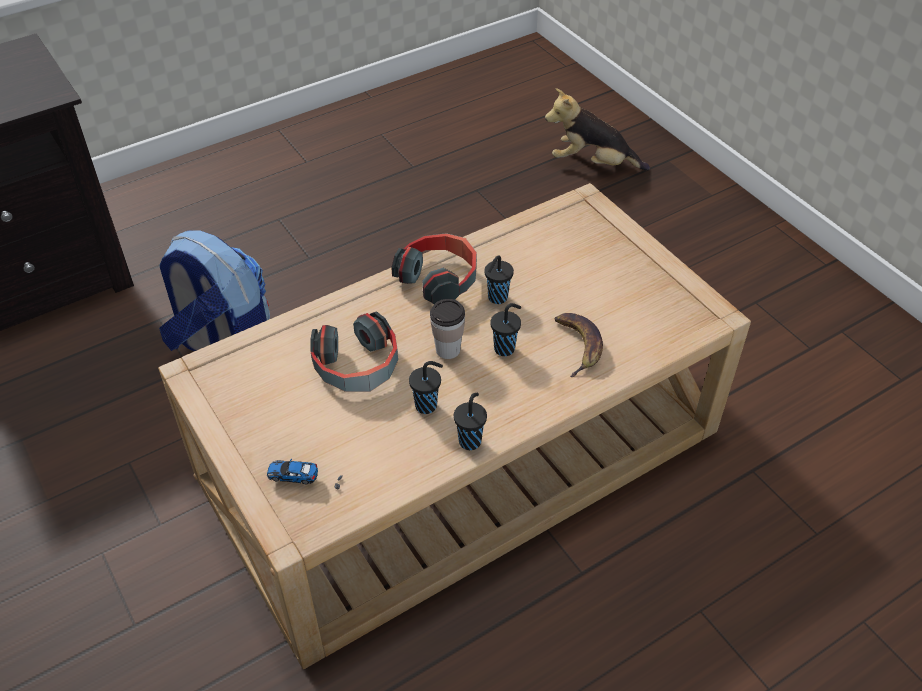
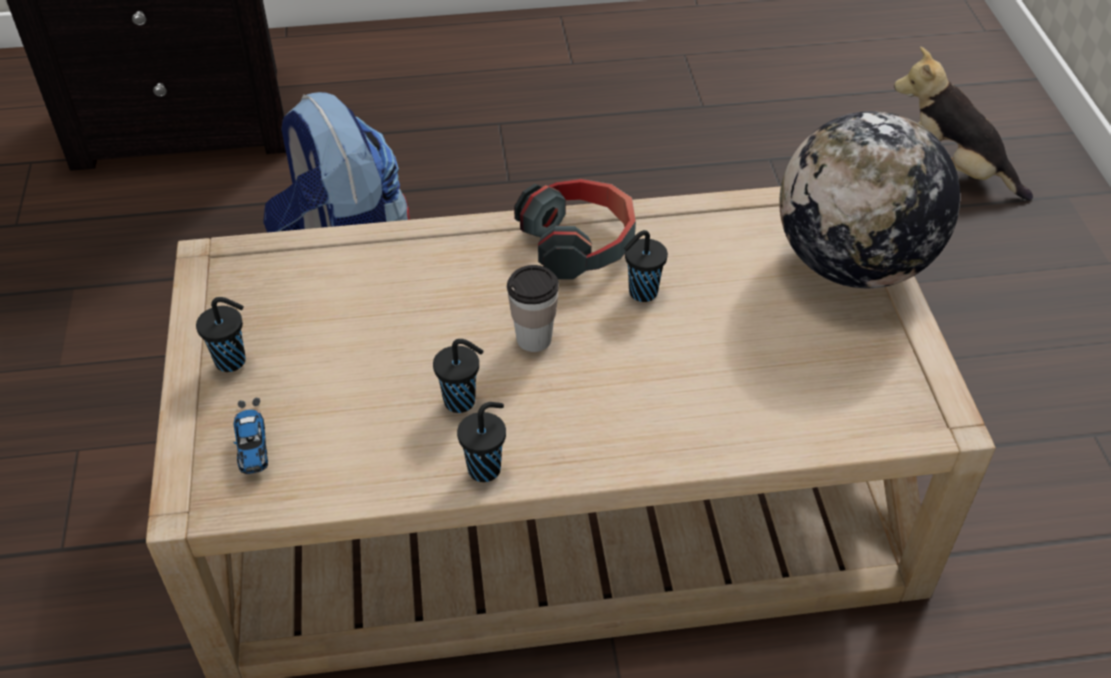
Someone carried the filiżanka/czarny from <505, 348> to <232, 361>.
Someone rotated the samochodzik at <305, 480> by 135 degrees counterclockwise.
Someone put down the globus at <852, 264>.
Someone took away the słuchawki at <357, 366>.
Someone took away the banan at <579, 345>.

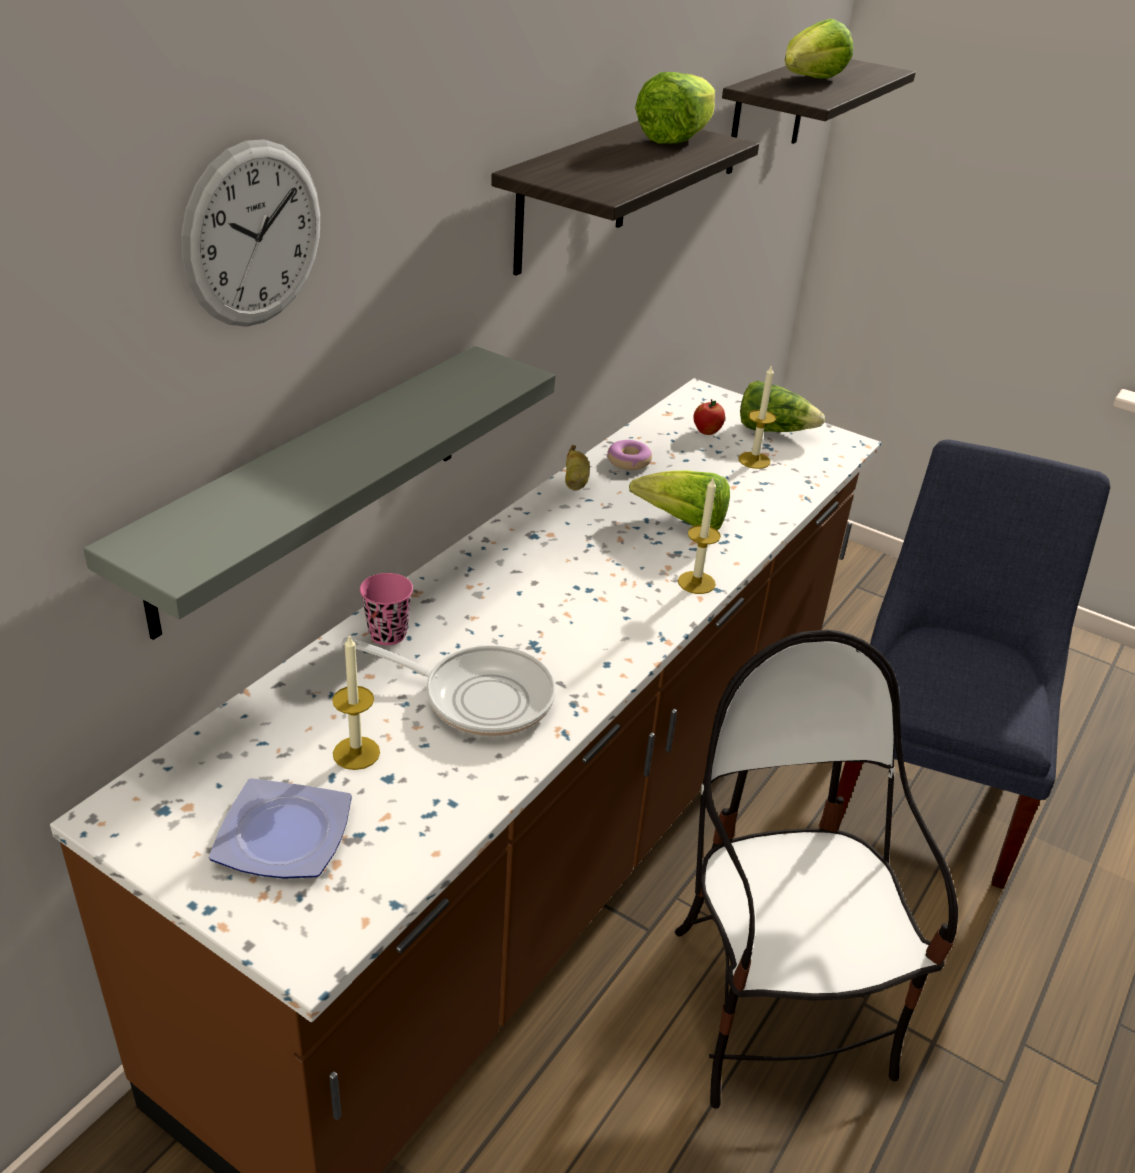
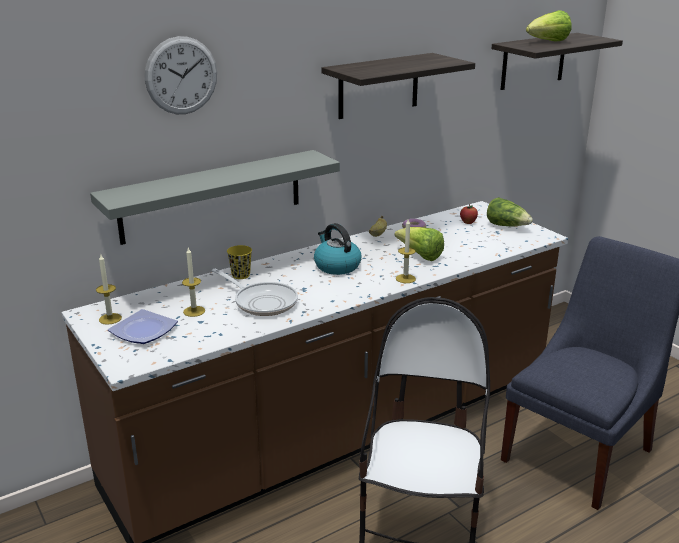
Someone carried the świeca from <754, 460> to <110, 319>.
Someone repainted the filiżanka/różowy at <388, 634>, which became the filiżanka/żółty at <241, 275>.
Someone put down the czajnik at <336, 266>.
Someone took away the sałata at <676, 138>.

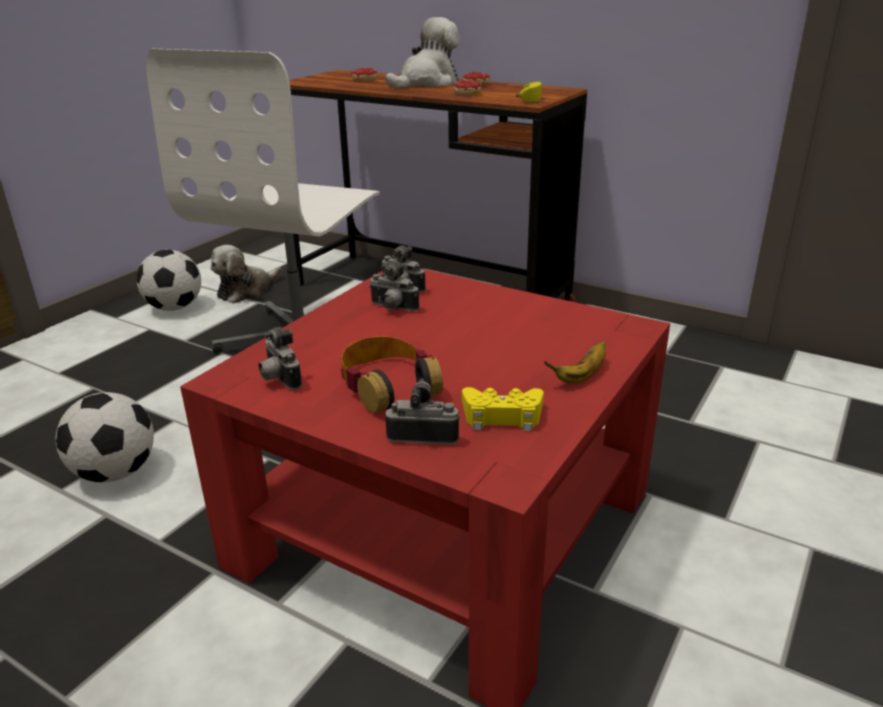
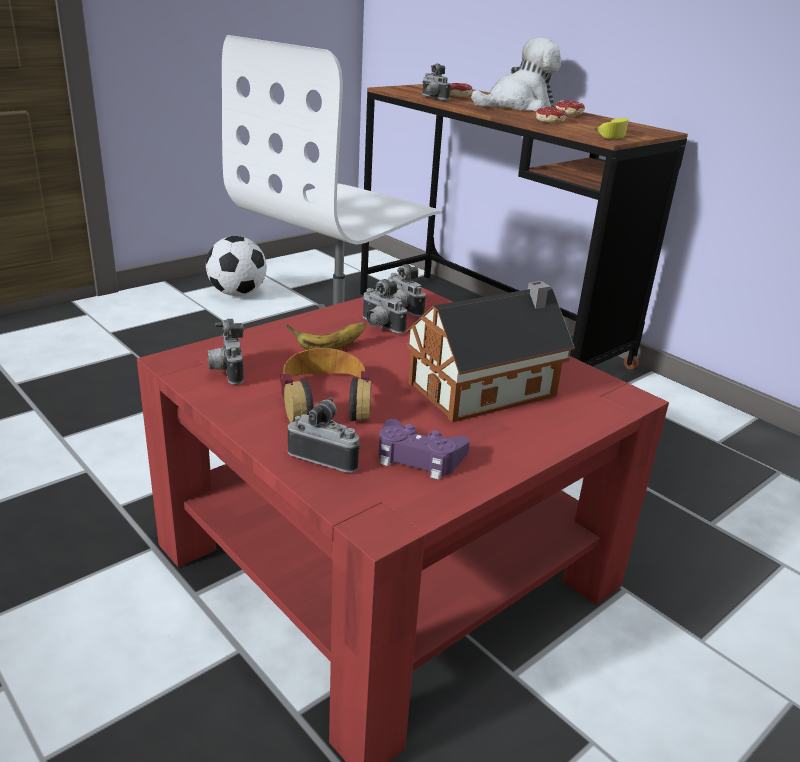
Someone carried the banan from <581, 376> to <330, 348>.
Someone repainted the pad do gier/żółty at <502, 416>, which became the pad do gier/fioletowy at <418, 457>.
Someone put down the domek at <488, 389>.
Someone put down the aparat fotograficzny at <432, 98>.
Someone took away the piłka futbolowa at <115, 473>.
Someone took away the pluszak at <246, 291>.

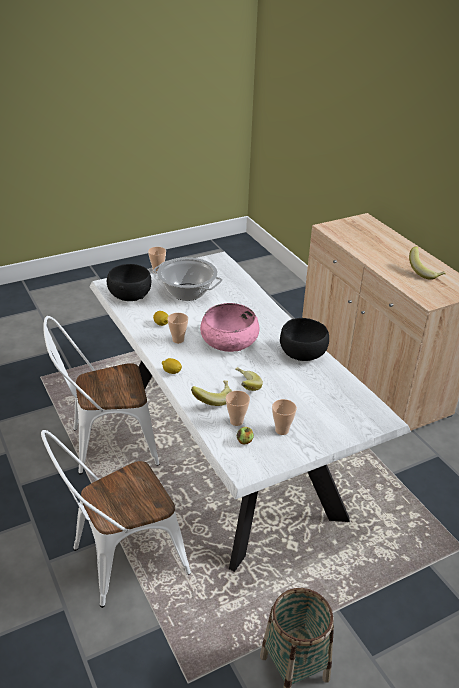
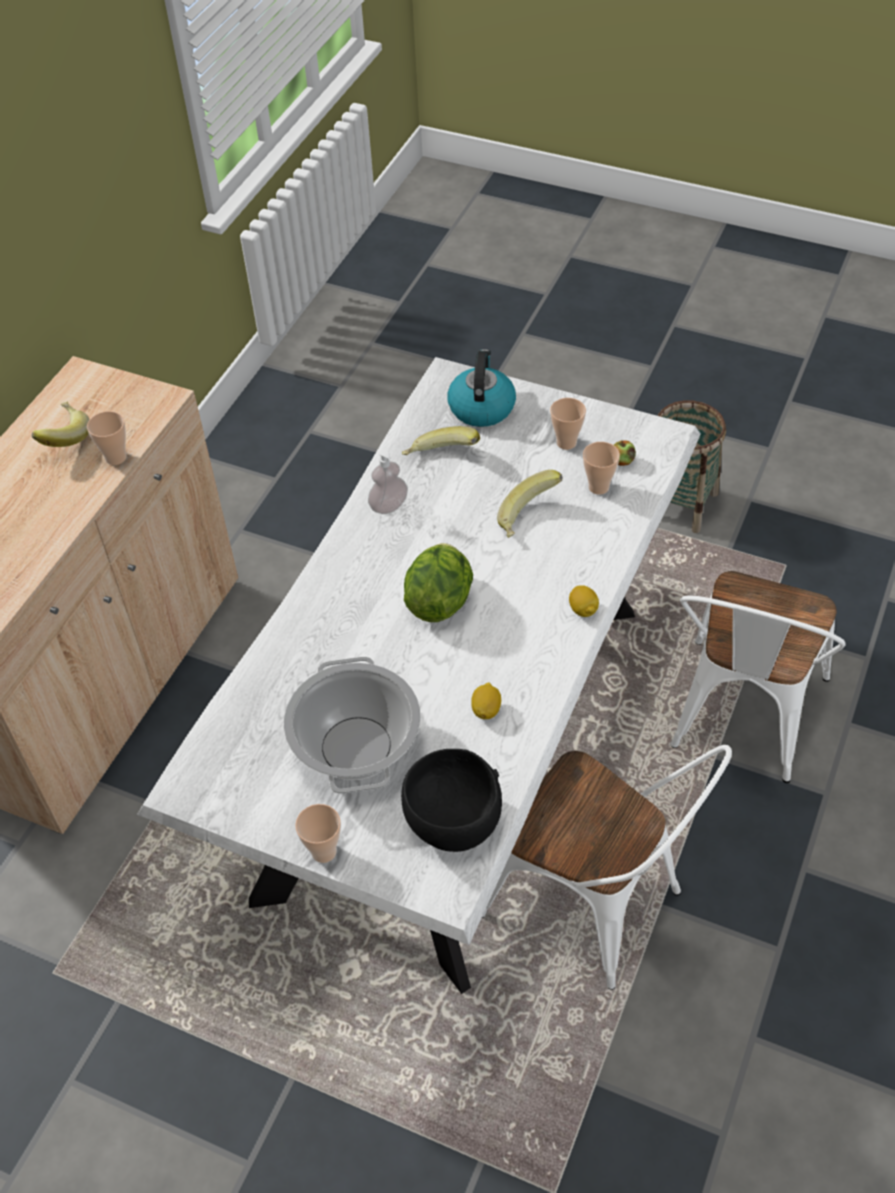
Someone carried the filiżanka from <178, 340> to <116, 458>.
Someone swapped the miska/czarny at <303, 354> for the dozownik mydła at <389, 506>.
Someone carried the banan from <212, 399> to <441, 458>.
Someone swapped the miska/różowy at <229, 340> for the sałata at <440, 600>.
Someone put down the czajnik at <481, 407>.
Someone rotated the krzesło/biały at <120, 562> by 90 degrees clockwise.

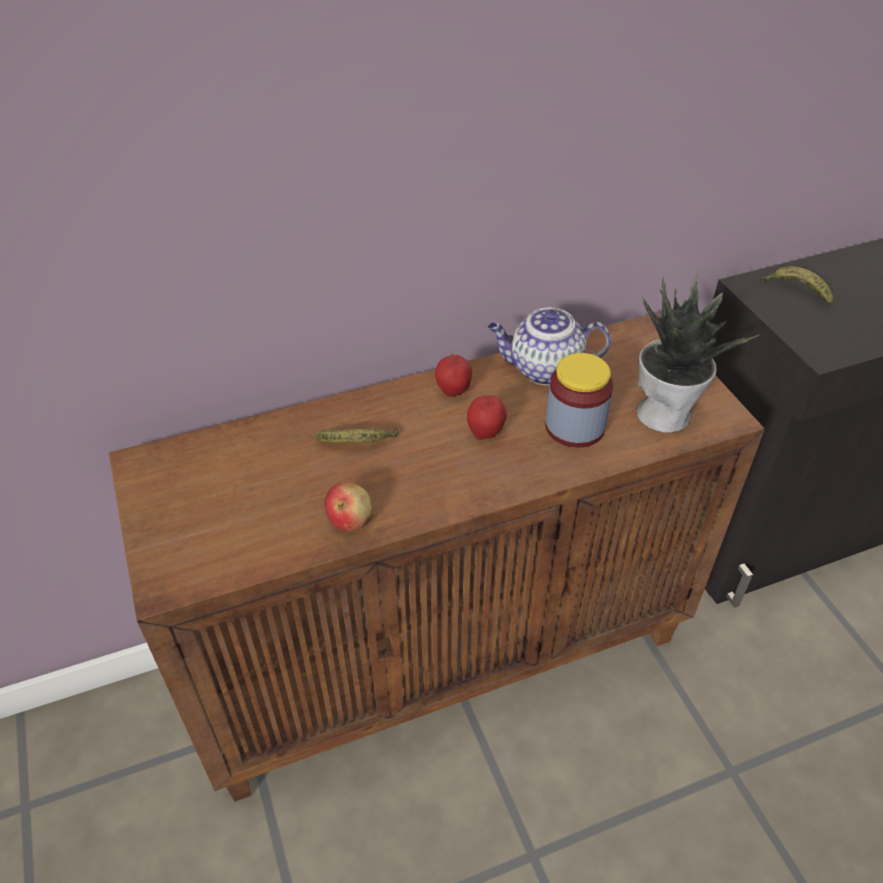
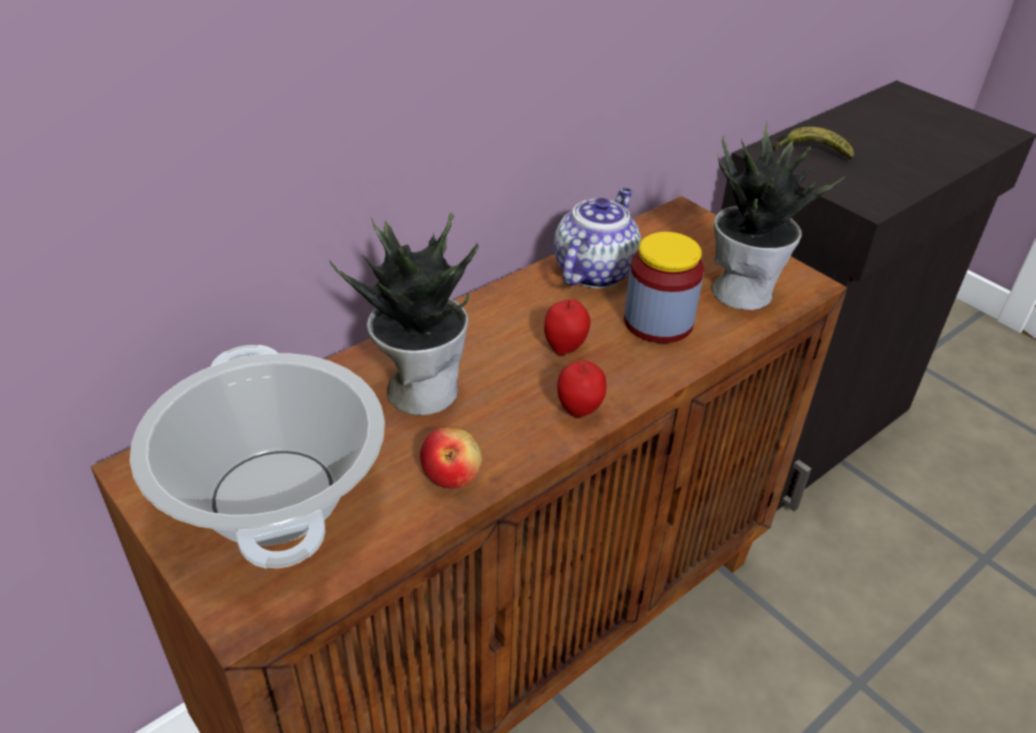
Someone put down the garnek at <275, 496>.
Someone swapped the banan at <358, 444> for the roślina doniczkowa at <421, 388>.
Someone rotated the imbryk at <543, 369> by 135 degrees clockwise.
Someone carried the jabłko from <453, 392> to <579, 411>.

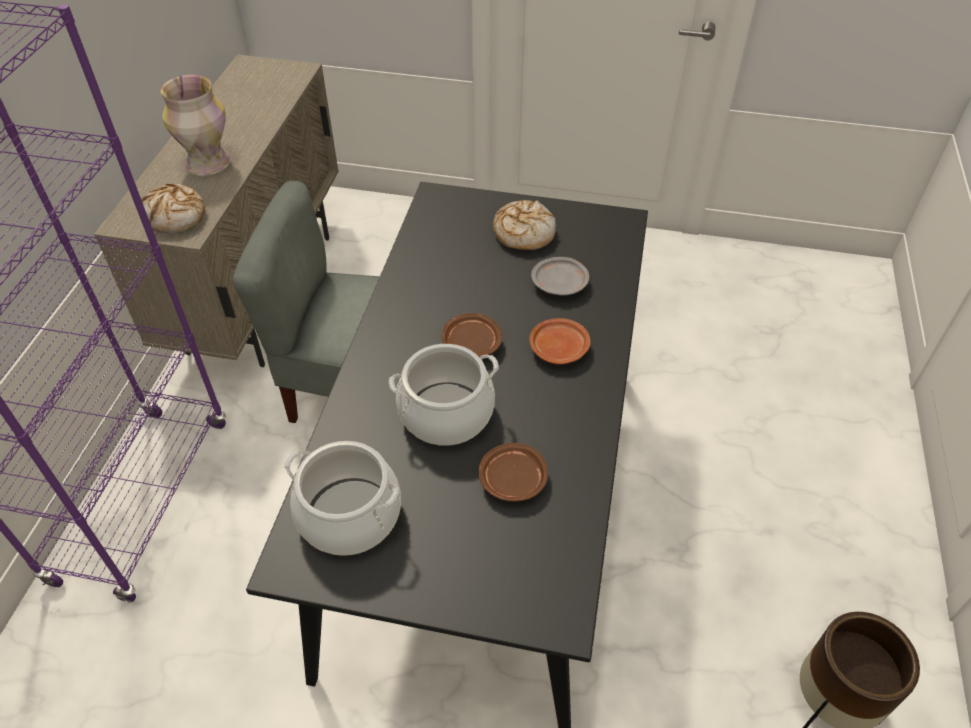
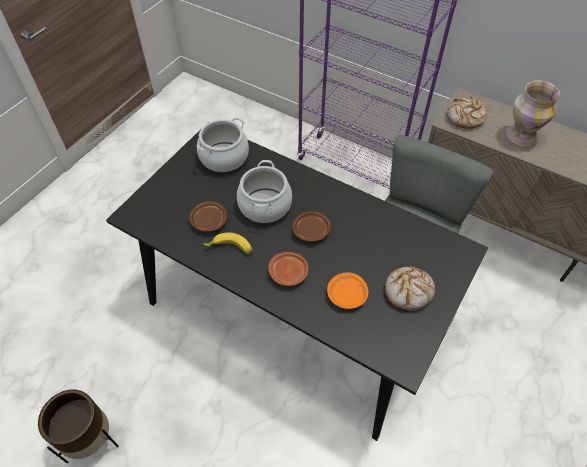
Someone put down the banan at <230, 249>.
Someone repainted the talerz/szary at <560, 284>, which became the talerz/pomarańczowy at <347, 295>.

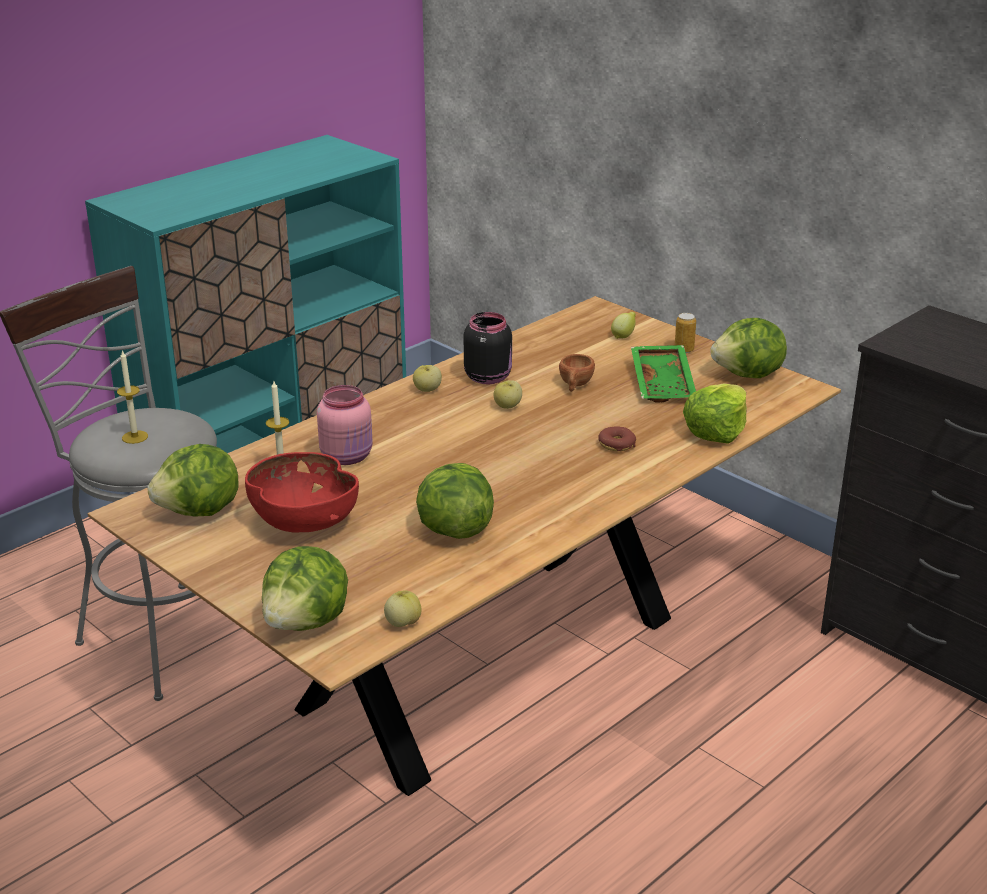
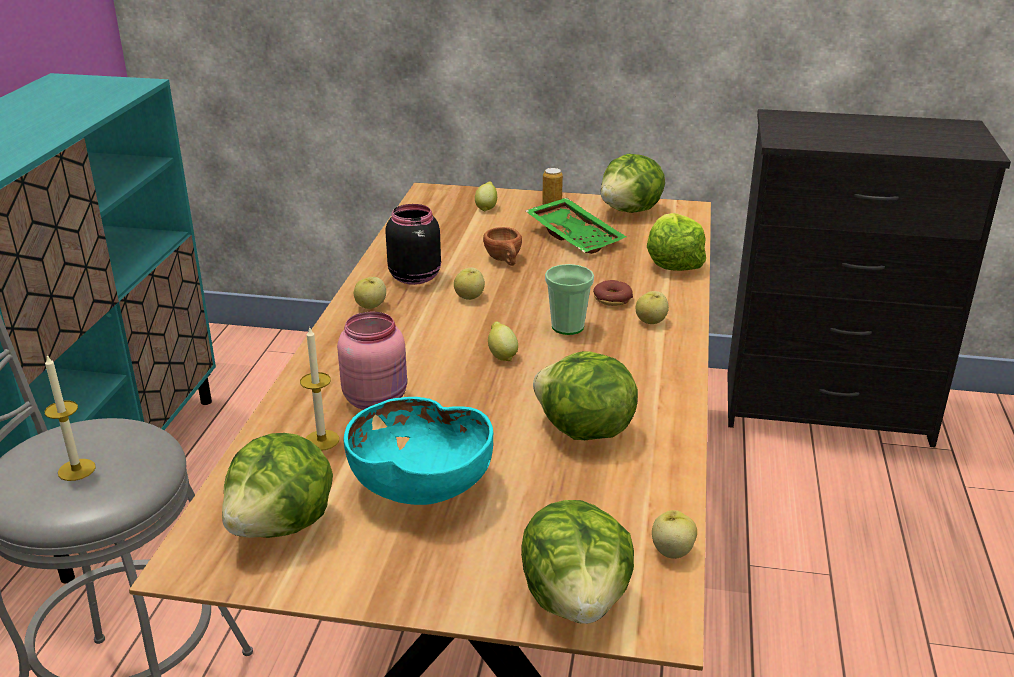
Someone repainted the miska/czerwony at <303, 522>, which became the miska/turkusowy at <420, 487>.
Someone put down the cytryna at <502, 356>.
Someone put down the filiżanka at <567, 327>.
Someone put down the jabłko at <651, 321>.

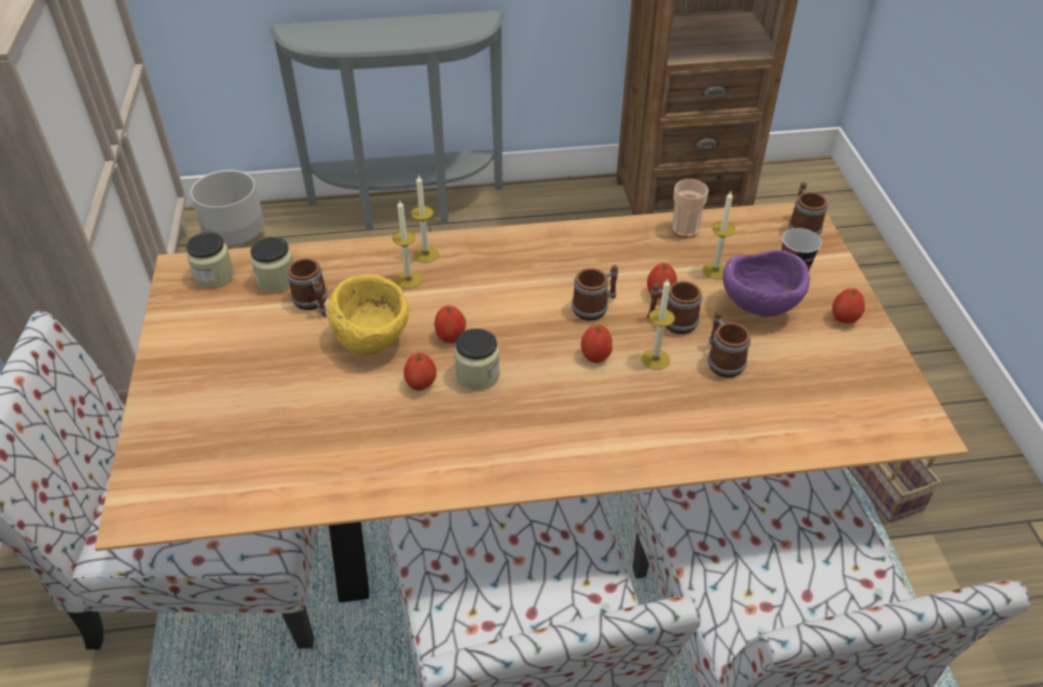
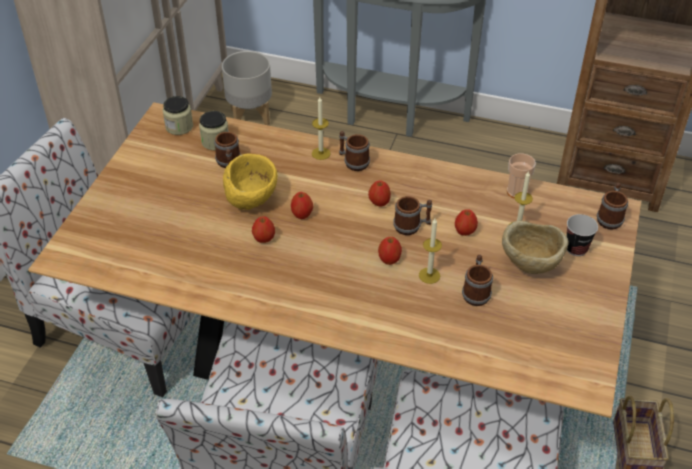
Someone carried the kubek from <672, 322> to <353, 162>.
Someone carried the jabłko from <844, 319> to <379, 203>.
Someone repainted the miska/fioletowy at <758, 308>, which became the miska/beżowy at <530, 265>.
Someone took away the świeca at <408, 280>.
Someone took away the słoik at <477, 375>.

